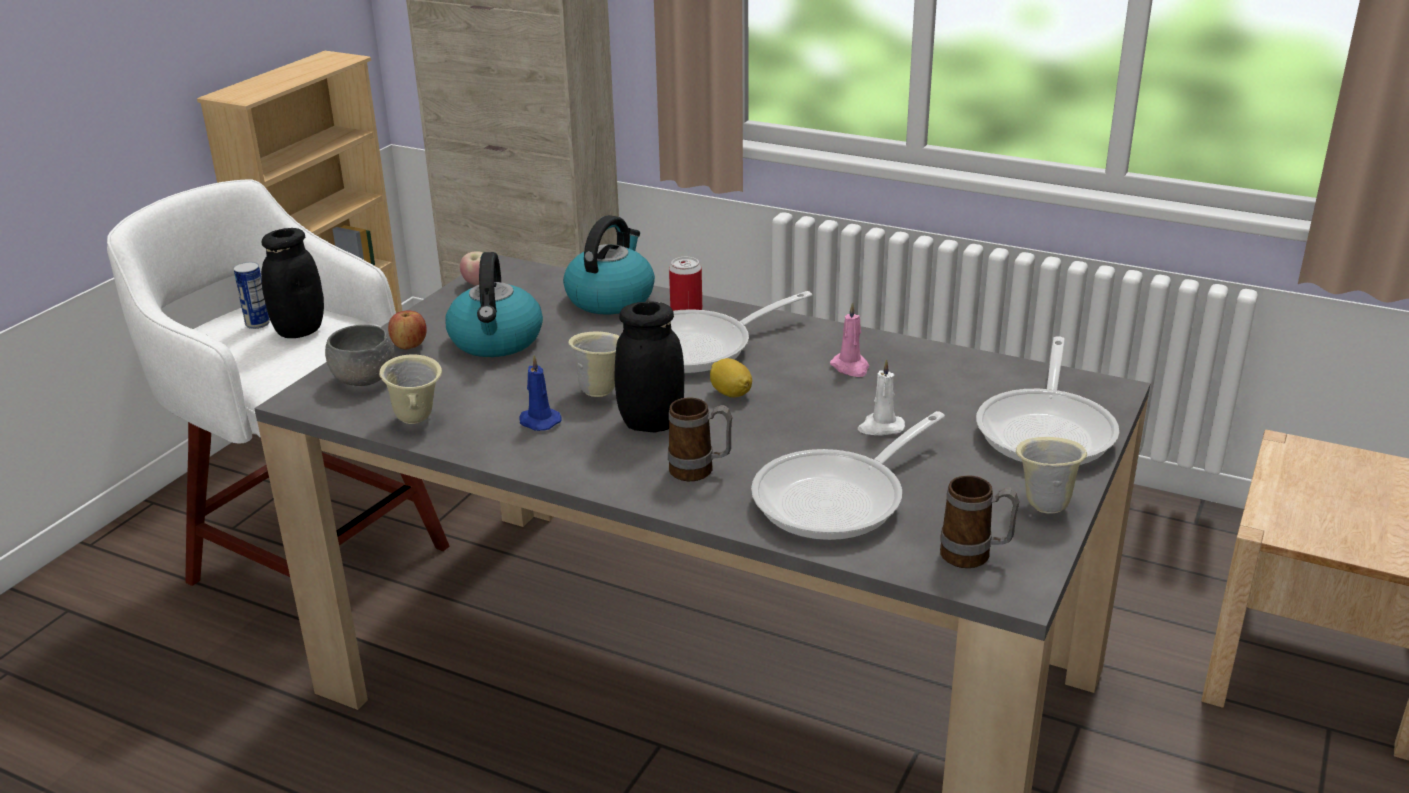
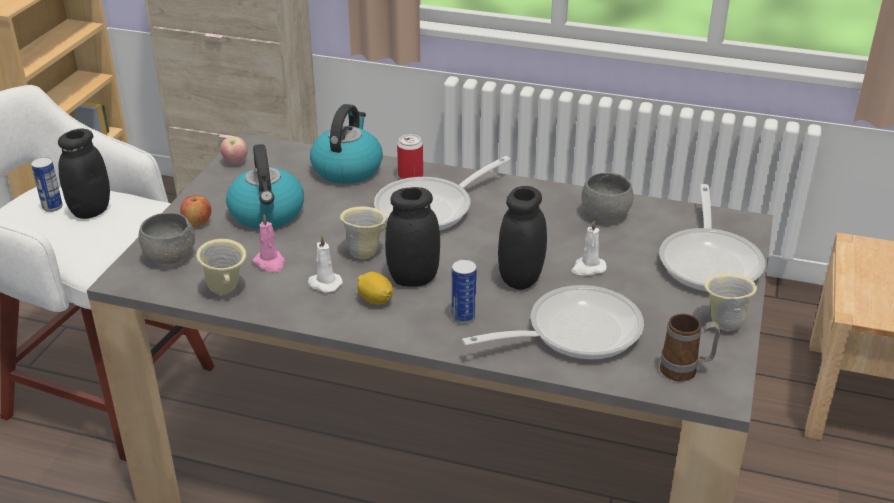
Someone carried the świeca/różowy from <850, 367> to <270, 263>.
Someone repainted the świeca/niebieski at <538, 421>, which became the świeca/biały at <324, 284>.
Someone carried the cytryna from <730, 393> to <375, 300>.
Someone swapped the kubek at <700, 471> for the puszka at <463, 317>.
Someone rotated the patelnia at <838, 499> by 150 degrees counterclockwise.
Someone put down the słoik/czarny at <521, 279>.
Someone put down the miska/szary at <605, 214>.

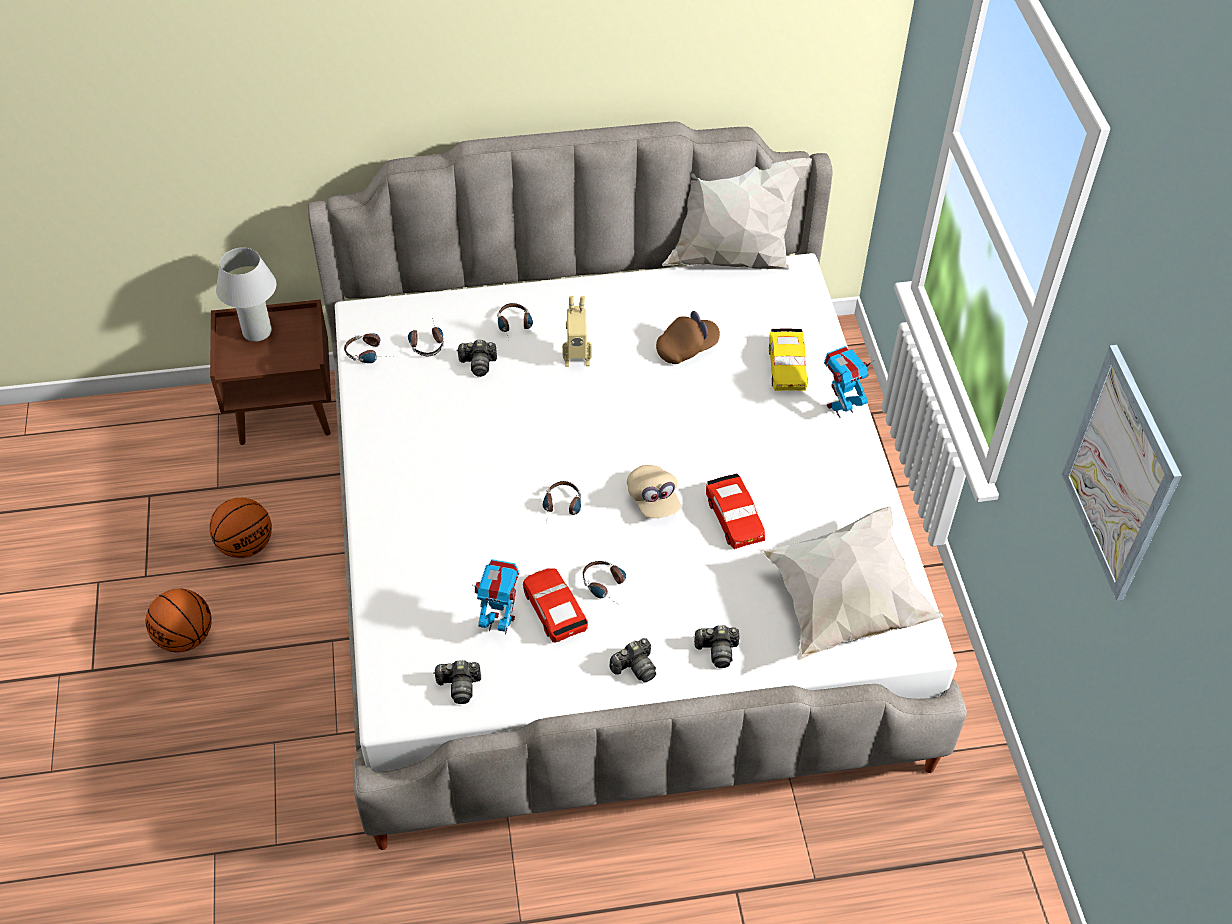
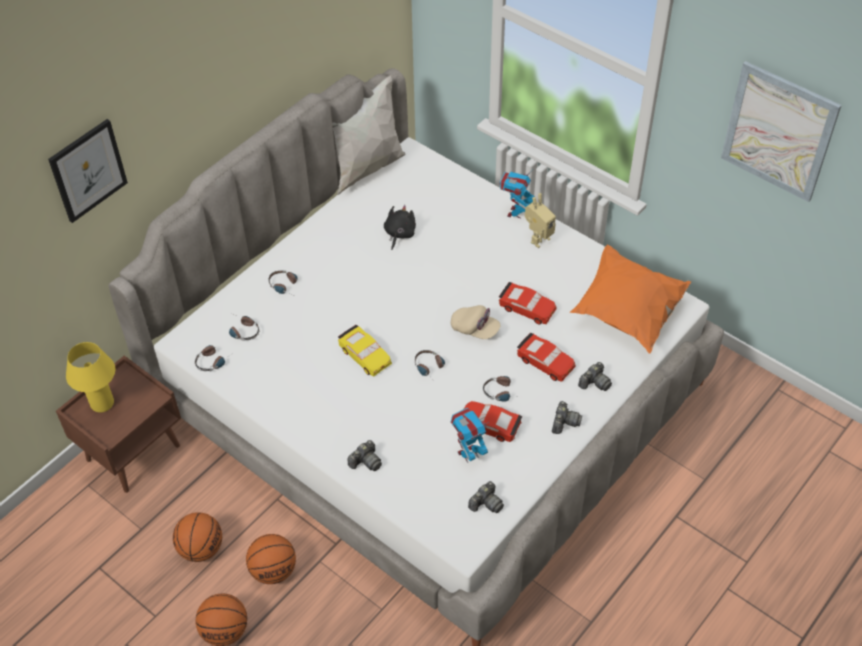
Someone put up the obraz at <88, 170>.
Someone repainted the lampa stołowa/biały at <257, 332>, which became the lampa stołowa/żółty at <102, 403>.
Someone put down the piłka do koszykówki at <273, 570>.
Someone carried the samochodzik/żółty from <787, 367> to <365, 355>.
Someone carried the aparat fotograficzny from <478, 364> to <366, 462>.
Someone swapped the czapka z daszkiem/brązowy at <687, 348> for the pluszak/czarny at <399, 234>.
Someone put down the samochodzik/czerwony at <545, 362>.
Someone carried the robot zabawkowy from <577, 357> to <538, 239>.
Someone repainted the poduszka/biały at <842, 604>, which became the poduszka/pomarańczowy at <627, 314>.

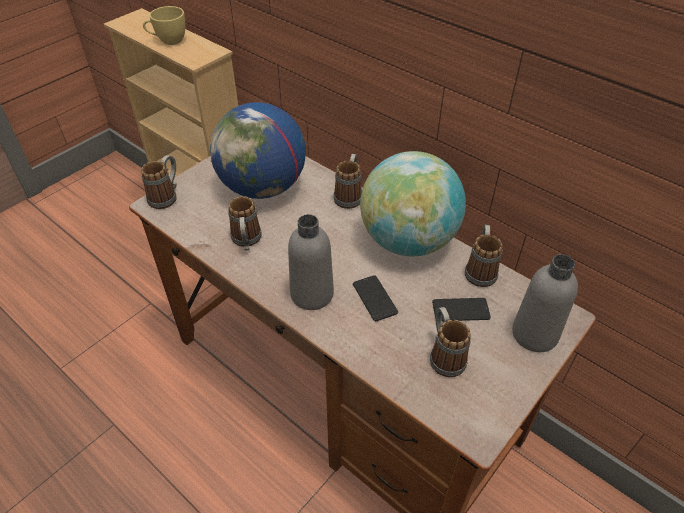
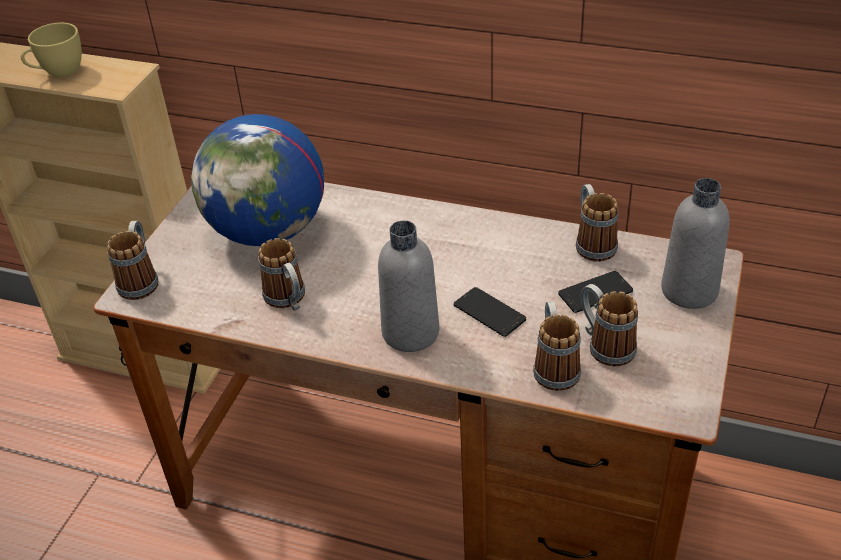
Someone carried the kubek from <349, 195> to <554, 366>.
Someone took away the globus at <408, 240>.

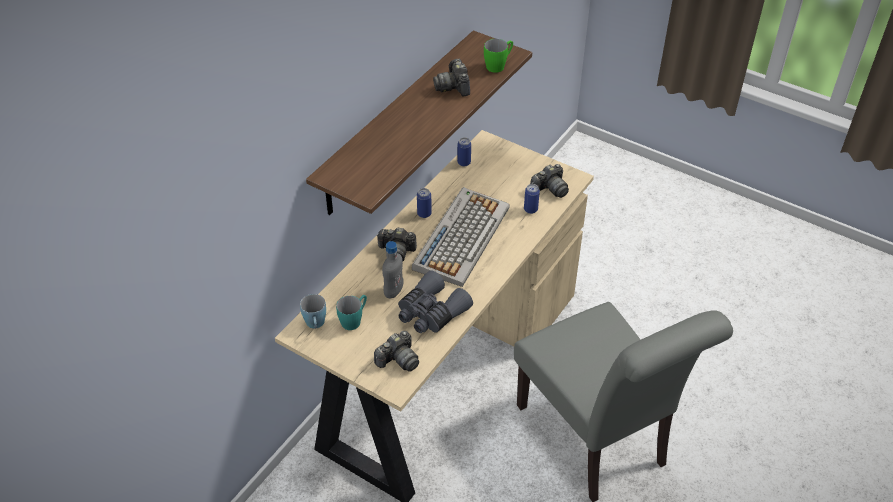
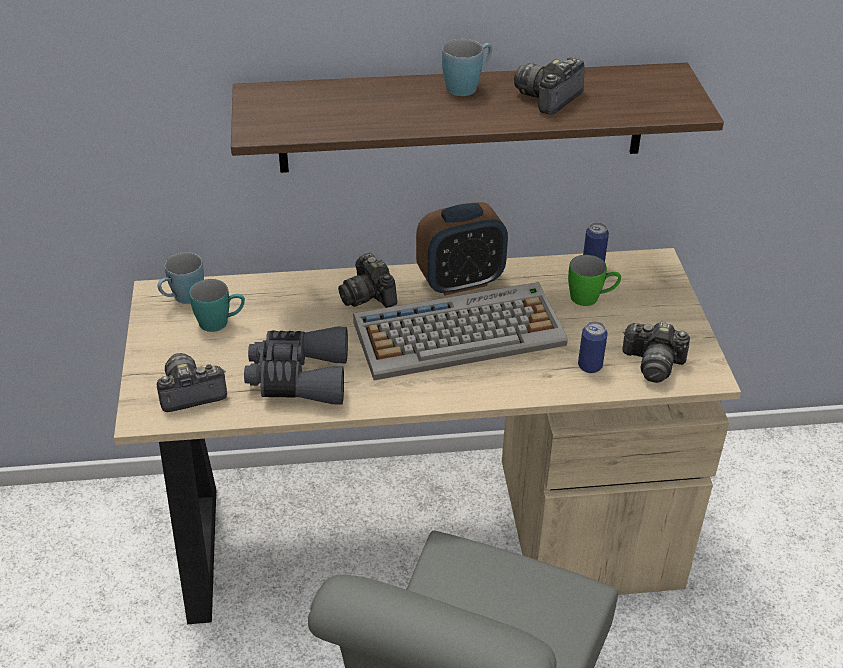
Someone rotated the aparat fotograficzny at <398, 360> by 150 degrees clockwise.
Someone swapped the puszka at <424, 214> for the budzik at <460, 282>.
Someone put down the kubek/niebieski at <467, 86>.
Someone carried the kubek/zielony from <498, 65> to <591, 298>.
Someone took away the butelka/szary at <393, 291>.

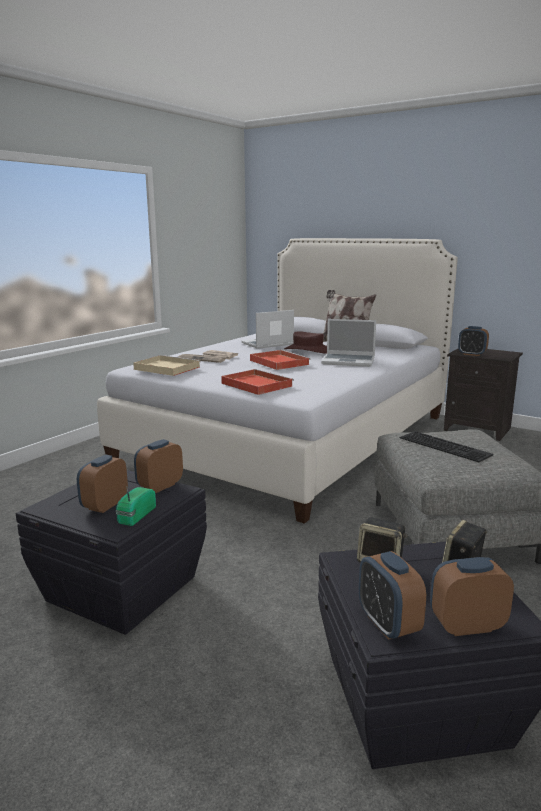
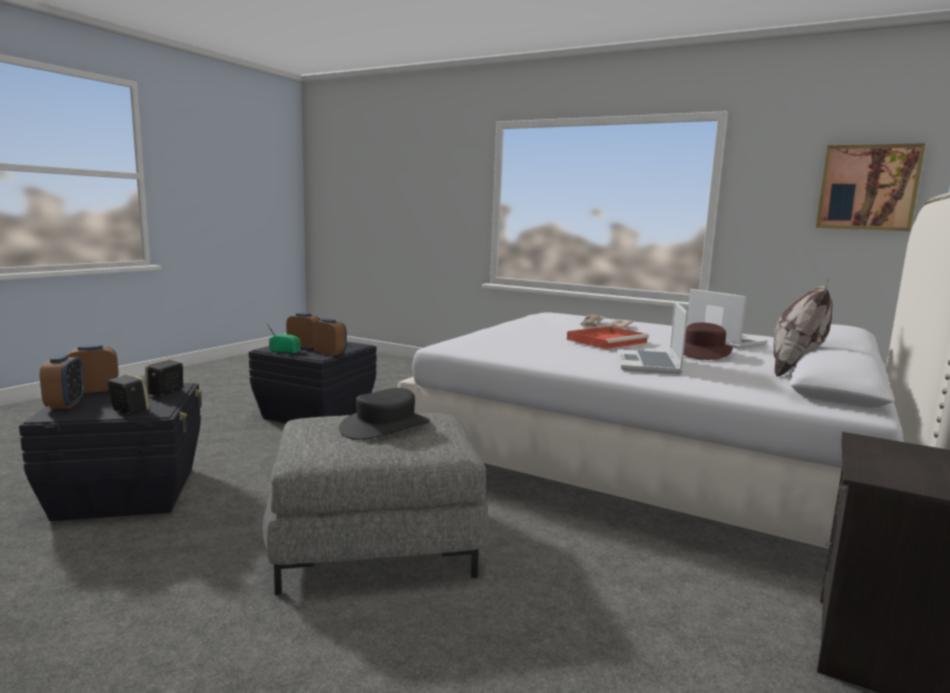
Someone swapped the klawiatura at <446, 446> for the kapelusz/czarny at <385, 426>.
Someone put up the obraz at <868, 187>.
Someone took away the taca/beżowy at <165, 368>.
Someone took away the taca/czerwony at <255, 384>.
Someone took away the budzik at <472, 354>.

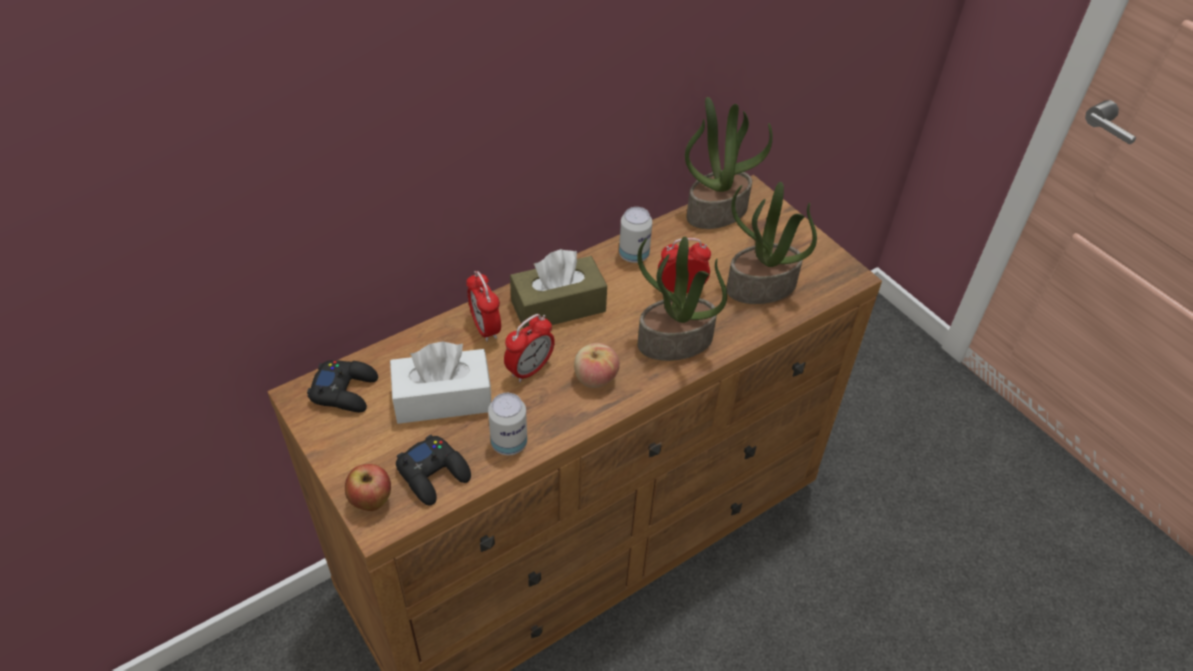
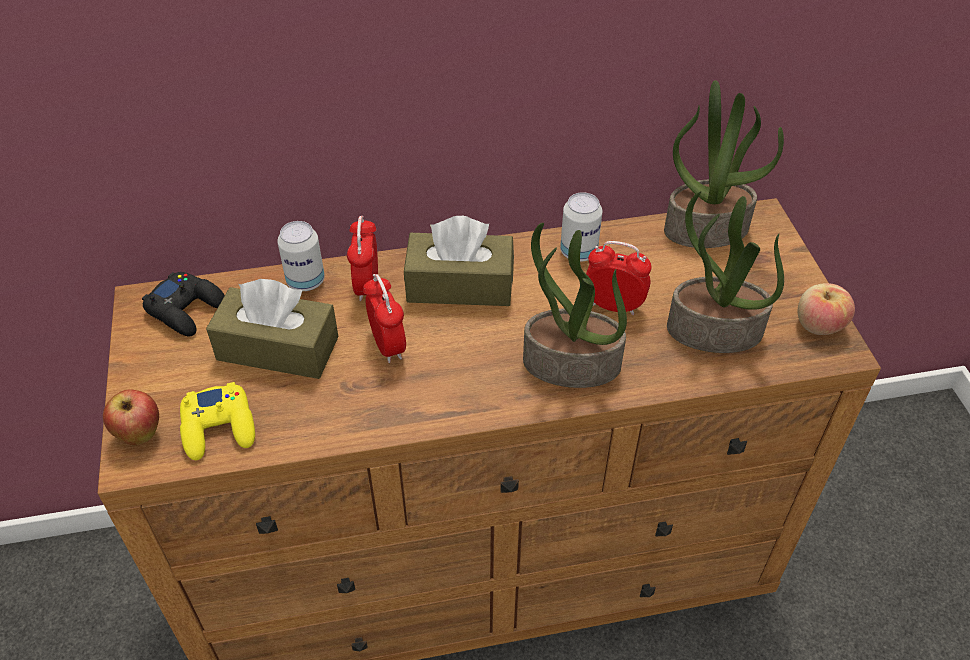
Someone repainted the pad do gier/czarny at <434, 474>, which became the pad do gier/żółty at <219, 427>.
Someone repainted the pudełko chusteczek/biały at <443, 398>, which became the pudełko chusteczek/brązowy at <278, 348>.
Someone carried the puszka from <509, 443> to <305, 281>.
Someone rotated the budzik at <529, 369> by 90 degrees counterclockwise.
Someone carried the jabłko from <595, 378> to <818, 325>.

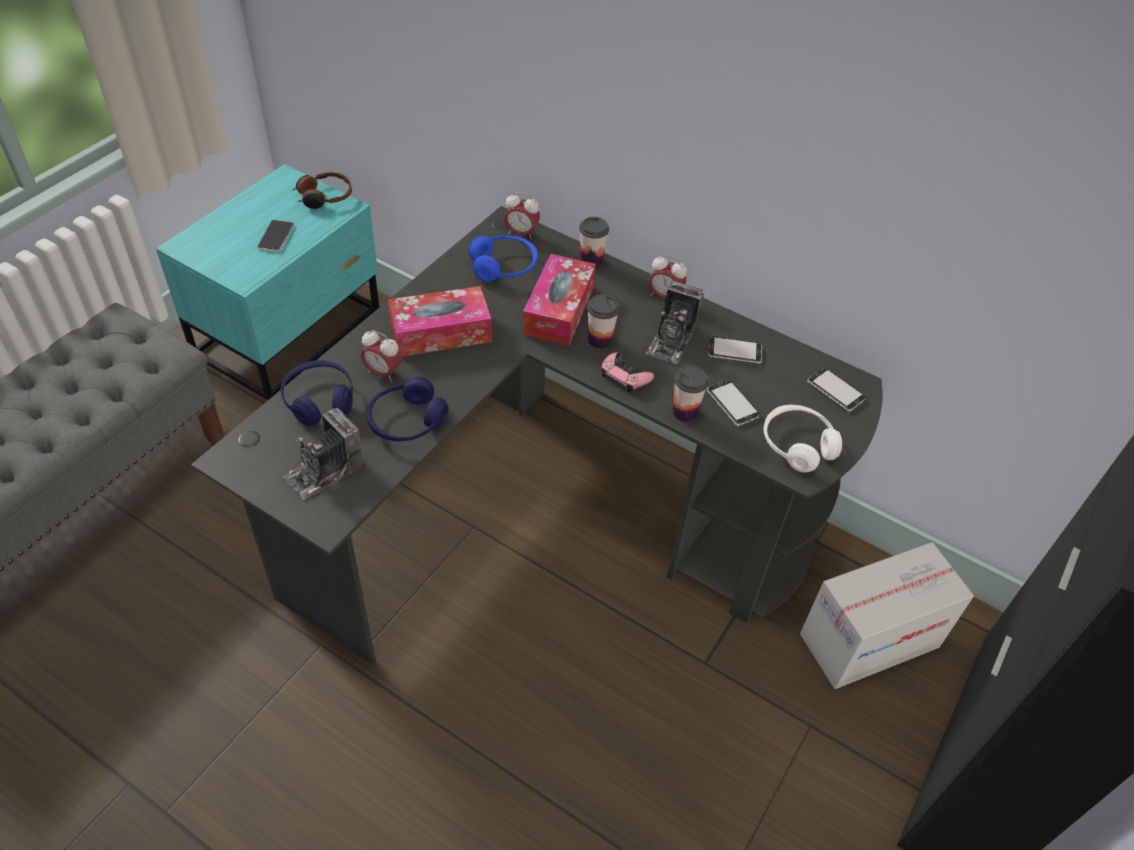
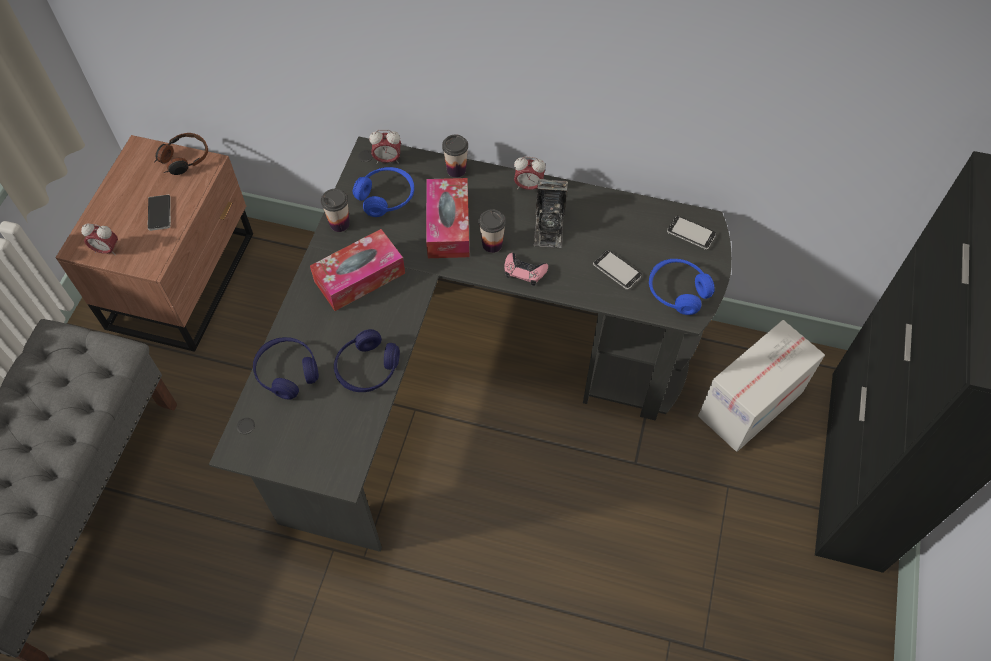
Someone repainted the szafka nocna/turkusowy at <292, 331>, which became the szafka nocna/brązowy at <185, 279>.
Someone carried the budzik from <383, 373> to <107, 250>.
Someone carried the filiżanka from <684, 412> to <339, 224>.
Someone repainted the słuchawki/biały at <797, 445>, which became the słuchawki/niebieski at <677, 291>.
Someone took away the aparat fotograficzny at <324, 471>.
Someone took away the telefon at <734, 352>.

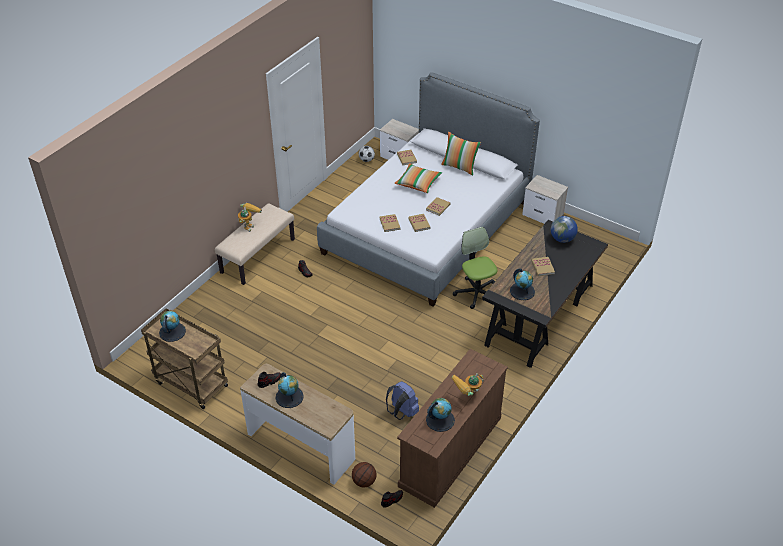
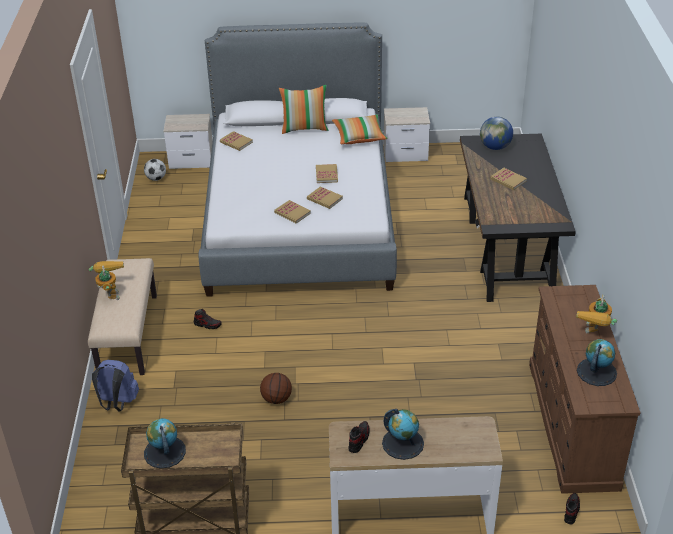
Someone carried the plecak/niebieski from <402, 412> to <117, 403>.
Someone carried the piłka do koszykówki from <364, 482> to <276, 399>.
Someone carried the poduszka from <418, 183> to <359, 136>.
Someone took away the krzesło biurowe at <476, 292>.
Someone took away the globus at <522, 291>.

